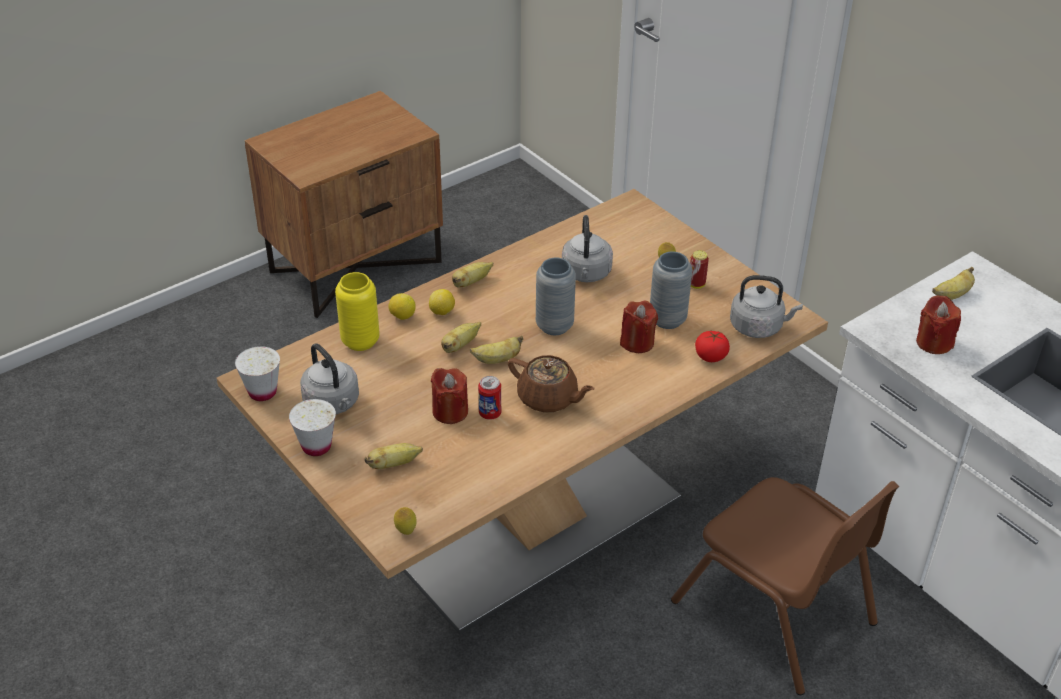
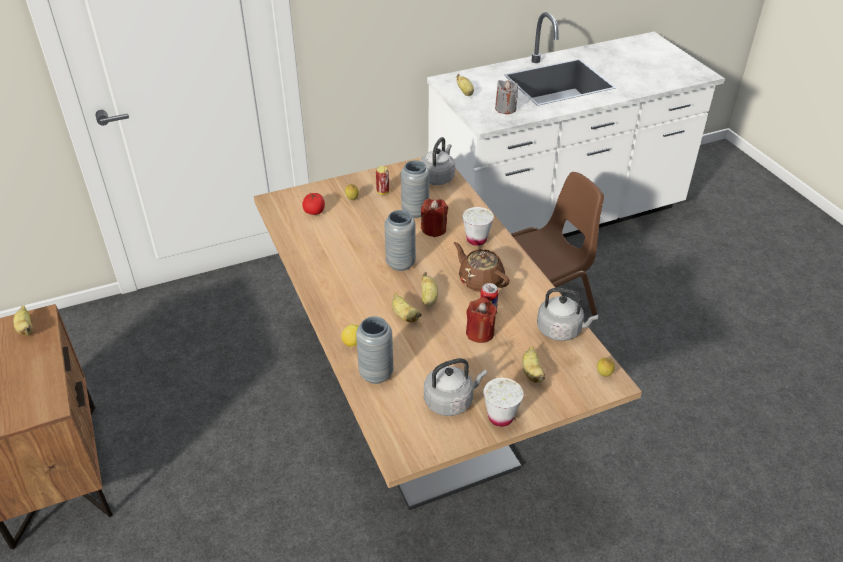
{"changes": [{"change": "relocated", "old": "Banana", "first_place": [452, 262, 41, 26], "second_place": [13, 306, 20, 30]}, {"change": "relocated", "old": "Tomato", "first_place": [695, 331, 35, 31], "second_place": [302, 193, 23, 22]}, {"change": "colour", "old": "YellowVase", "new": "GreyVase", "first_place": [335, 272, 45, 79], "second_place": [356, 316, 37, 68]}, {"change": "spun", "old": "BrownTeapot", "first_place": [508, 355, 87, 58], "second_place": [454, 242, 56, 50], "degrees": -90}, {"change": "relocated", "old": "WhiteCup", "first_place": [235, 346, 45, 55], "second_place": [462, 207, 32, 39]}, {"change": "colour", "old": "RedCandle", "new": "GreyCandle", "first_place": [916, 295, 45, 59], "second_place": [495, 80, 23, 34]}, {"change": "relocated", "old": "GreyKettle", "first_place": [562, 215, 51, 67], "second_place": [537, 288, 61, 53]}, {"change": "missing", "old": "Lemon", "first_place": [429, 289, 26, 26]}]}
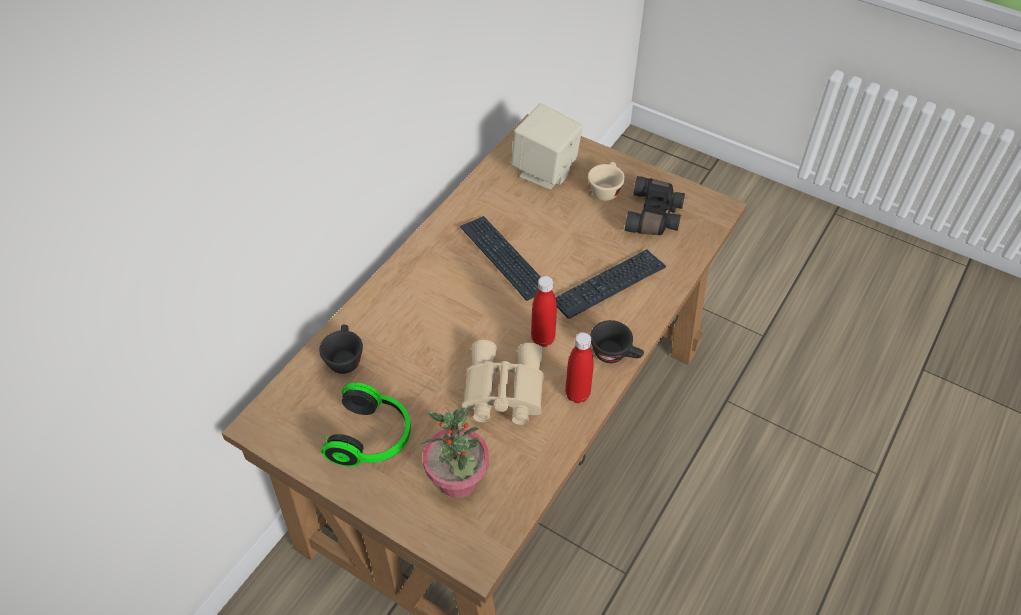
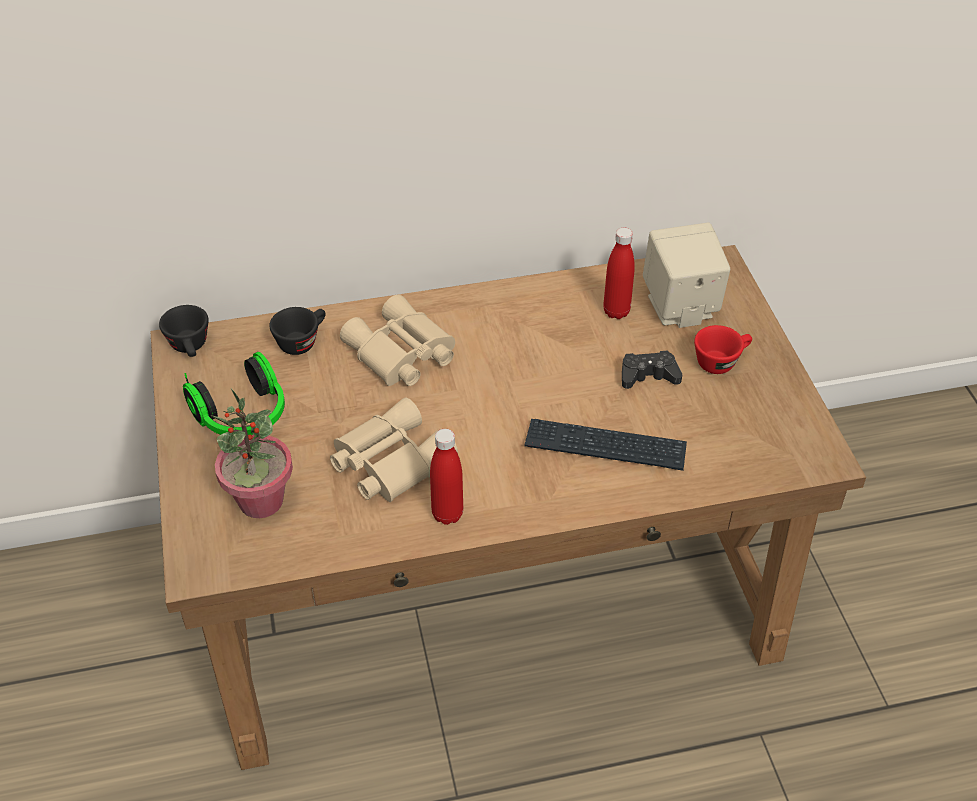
{"changes": [{"change": "relocated", "old": "BlackCup", "first_place": [590, 320, 54, 43], "second_place": [159, 305, 50, 52]}, {"change": "appeared", "new": "BeigeBinoculars", "second_place": [340, 294, 115, 92]}, {"change": "relocated", "old": "RedBottle", "first_place": [531, 276, 26, 71], "second_place": [603, 228, 32, 91]}, {"change": "appeared", "new": "BlackGameController", "second_place": [622, 351, 60, 38]}, {"change": "colour", "old": "BeigeCup", "new": "RedCup", "first_place": [588, 162, 37, 39], "second_place": [694, 325, 58, 49]}, {"change": "missing", "old": "Keyboard", "first_place": [460, 216, 81, 85]}, {"change": "missing", "old": "BlackBinoculars", "first_place": [625, 176, 60, 59]}]}
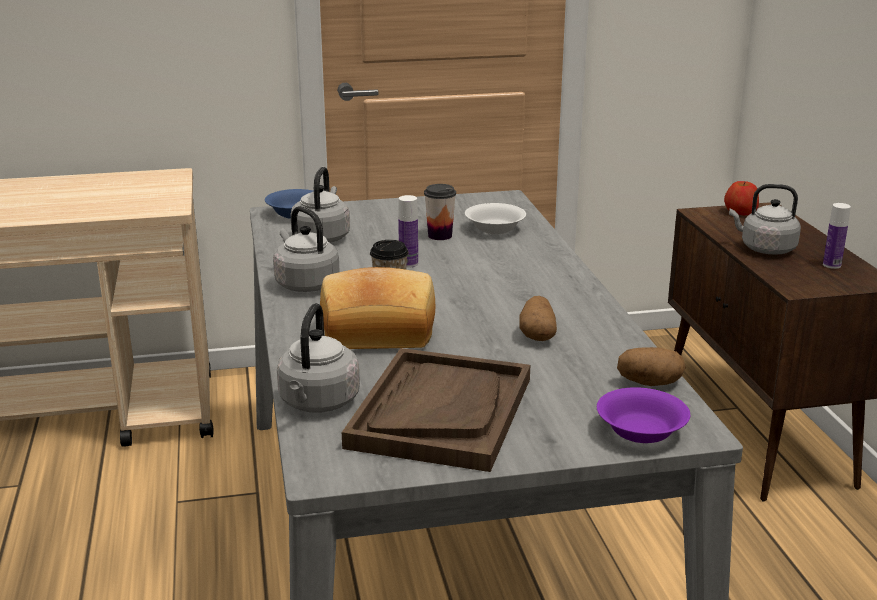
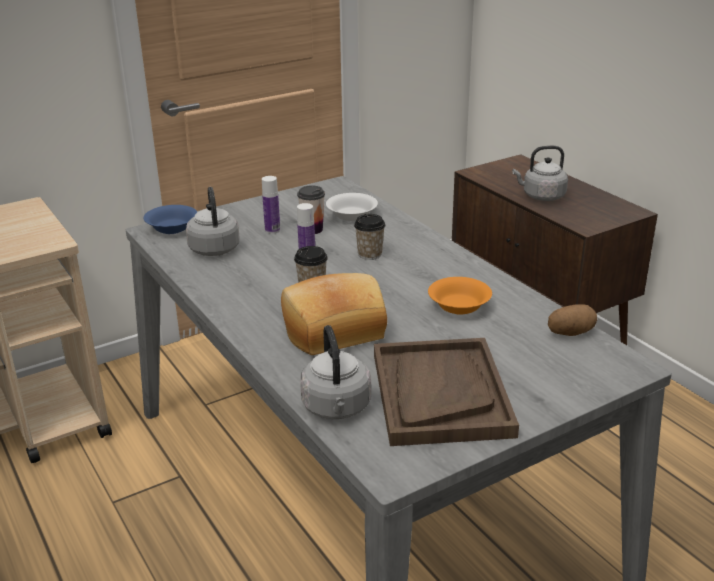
{"changes": [{"change": "relocated", "old": "Bottle", "first_place": [823, 203, 28, 66], "second_place": [262, 176, 18, 58]}, {"change": "appeared", "new": "Cup", "second_place": [354, 214, 31, 46]}, {"change": "exchanged", "old": "Potato", "new": "OrangeBowl", "first_place": [519, 296, 38, 45], "second_place": [428, 277, 64, 37]}, {"change": "missing", "old": "GreyKettle", "first_place": [273, 206, 67, 86]}, {"change": "missing", "old": "PurpleBowl", "first_place": [597, 387, 93, 56]}, {"change": "missing", "old": "Apple", "first_place": [724, 181, 35, 35]}]}
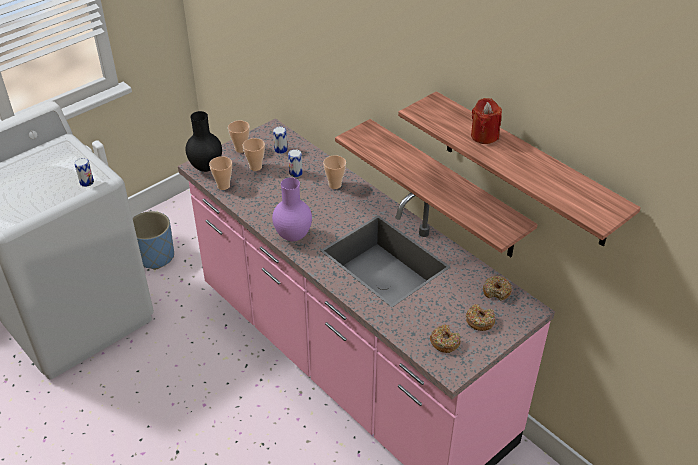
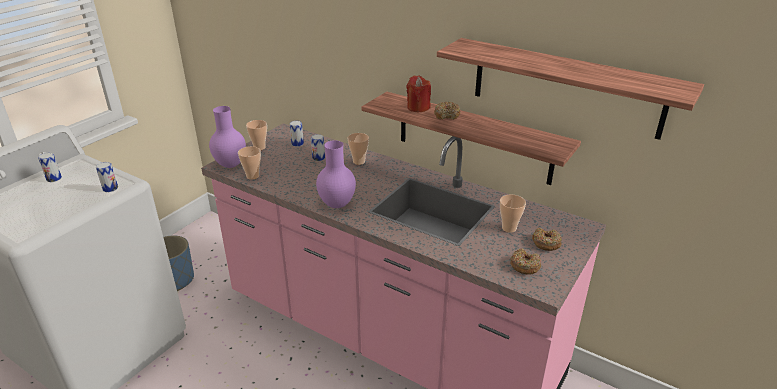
{"changes": [{"change": "appeared", "new": "Can", "second_place": [38, 153, 24, 29]}, {"change": "colour", "old": "BlackVase", "new": "PurpleVase", "first_place": [185, 111, 37, 61], "second_place": [209, 106, 37, 62]}, {"change": "relocated", "old": "RedCandle", "first_place": [471, 98, 31, 46], "second_place": [406, 76, 25, 36]}, {"change": "relocated", "old": "Donut", "first_place": [483, 276, 29, 25], "second_place": [434, 102, 26, 18]}, {"change": "relocated", "old": "Cup", "first_place": [243, 138, 22, 33], "second_place": [500, 194, 26, 39]}]}
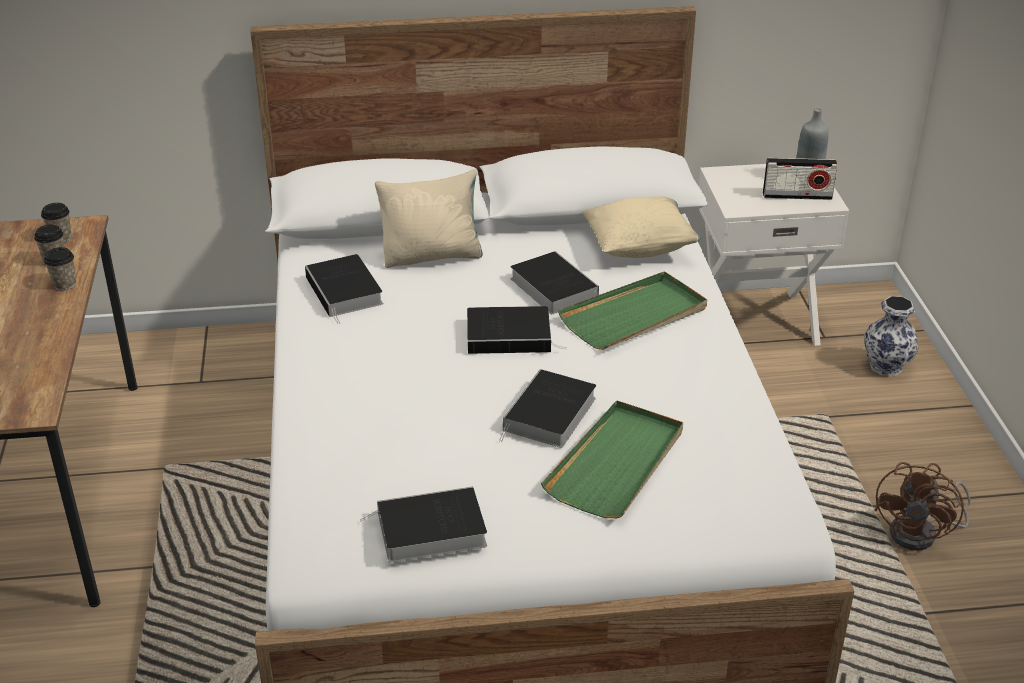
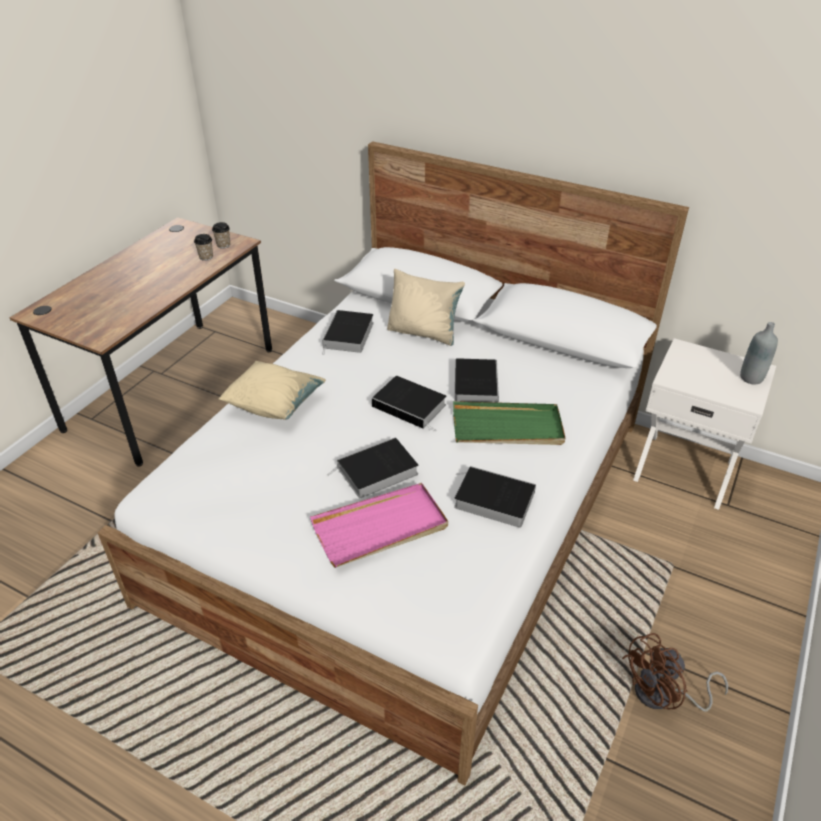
{"changes": [{"change": "relocated", "old": "BeigePillow", "first_place": [582, 196, 119, 62], "second_place": [218, 361, 108, 59]}, {"change": "colour", "old": "GreenTray", "new": "PinkTray", "first_place": [541, 401, 142, 117], "second_place": [310, 483, 138, 85]}, {"change": "relocated", "old": "Book", "first_place": [360, 486, 127, 77], "second_place": [454, 466, 82, 62]}, {"change": "missing", "old": "Cup", "first_place": [44, 247, 32, 43]}, {"change": "missing", "old": "Radio", "first_place": [763, 158, 75, 42]}, {"change": "missing", "old": "Vase", "first_place": [864, 296, 54, 80]}]}
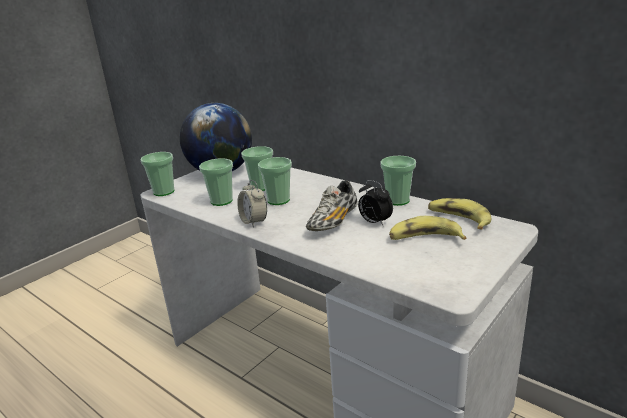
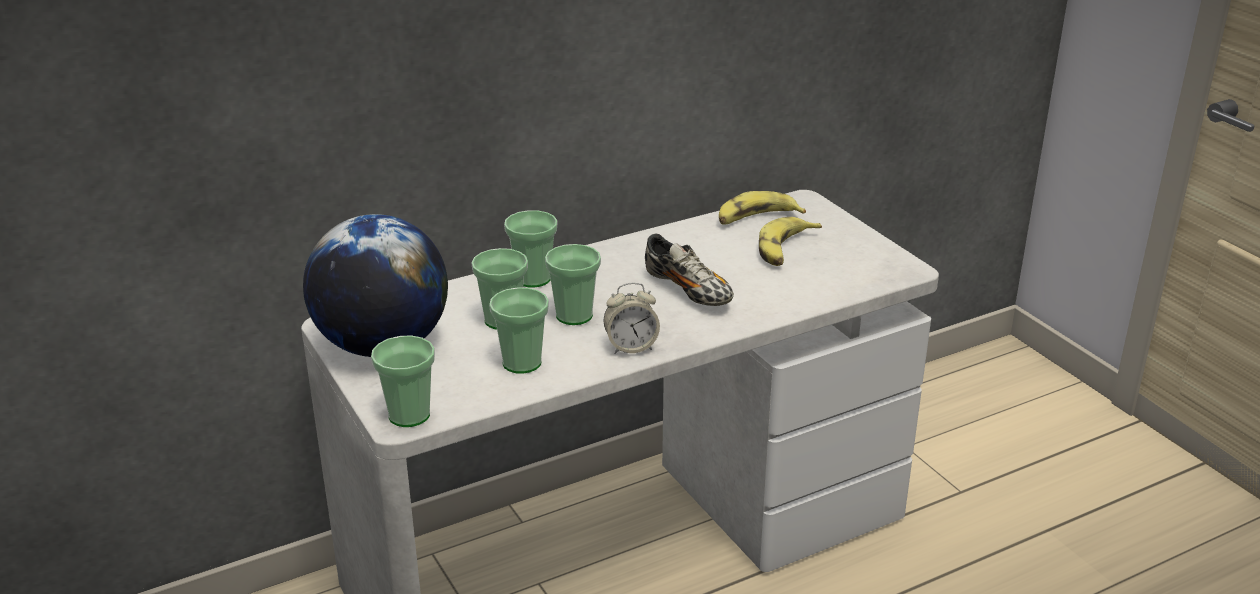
{"changes": [{"change": "relocated", "old": "Cup", "first_place": [380, 156, 36, 50], "second_place": [504, 210, 53, 78]}, {"change": "missing", "old": "AlarmClock", "first_place": [358, 180, 35, 47]}]}
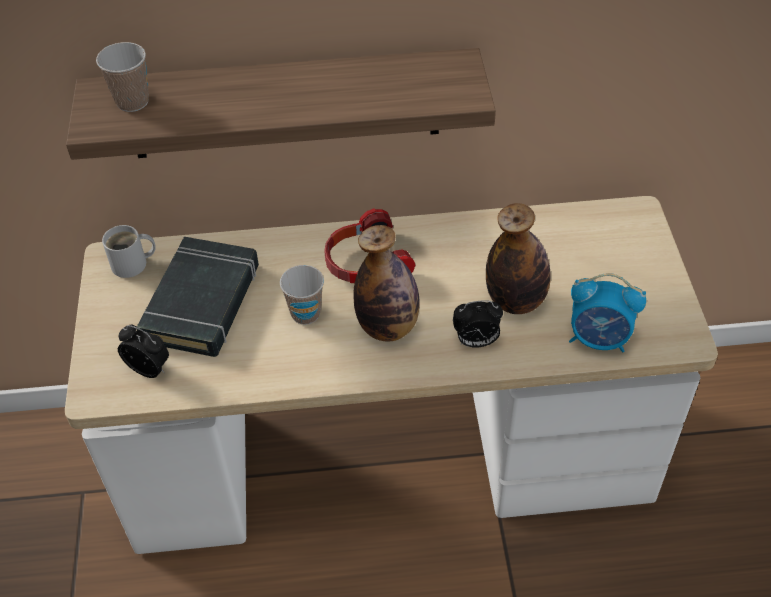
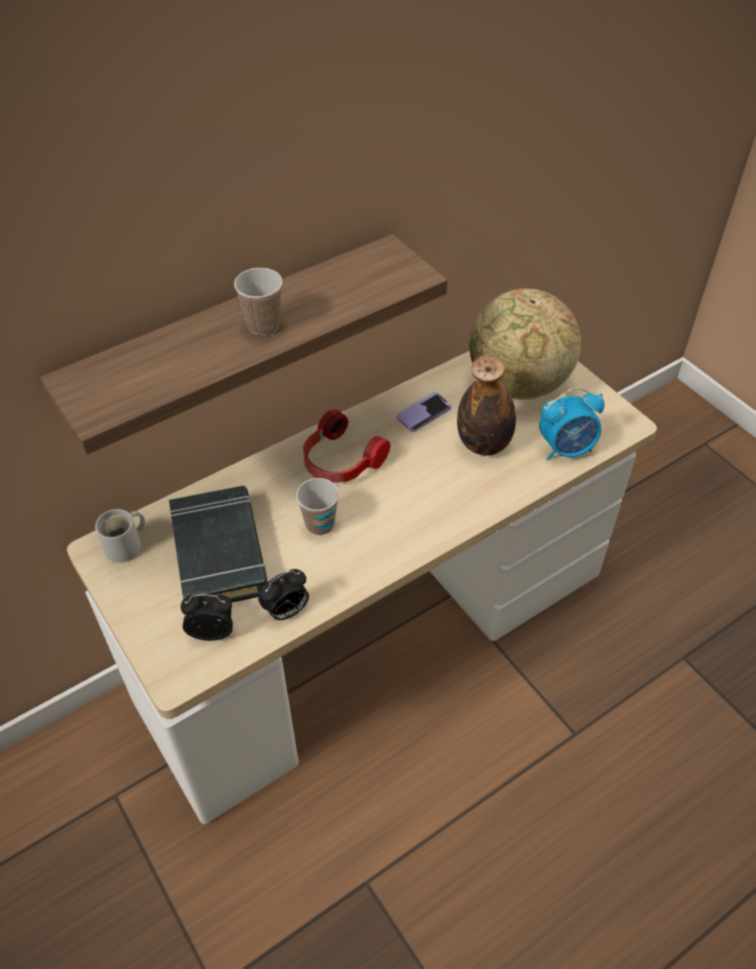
{"changes": [{"change": "relocated", "old": "Cup", "first_place": [96, 42, 53, 70], "second_place": [234, 268, 49, 68]}, {"change": "relocated", "old": "AlarmClock", "first_place": [453, 300, 50, 48], "second_place": [258, 569, 51, 51]}, {"change": "appeared", "new": "Phone", "second_place": [397, 392, 54, 40]}, {"change": "appeared", "new": "Globe", "second_place": [469, 288, 112, 111]}, {"change": "missing", "old": "Bottle", "first_place": [354, 225, 66, 117]}]}
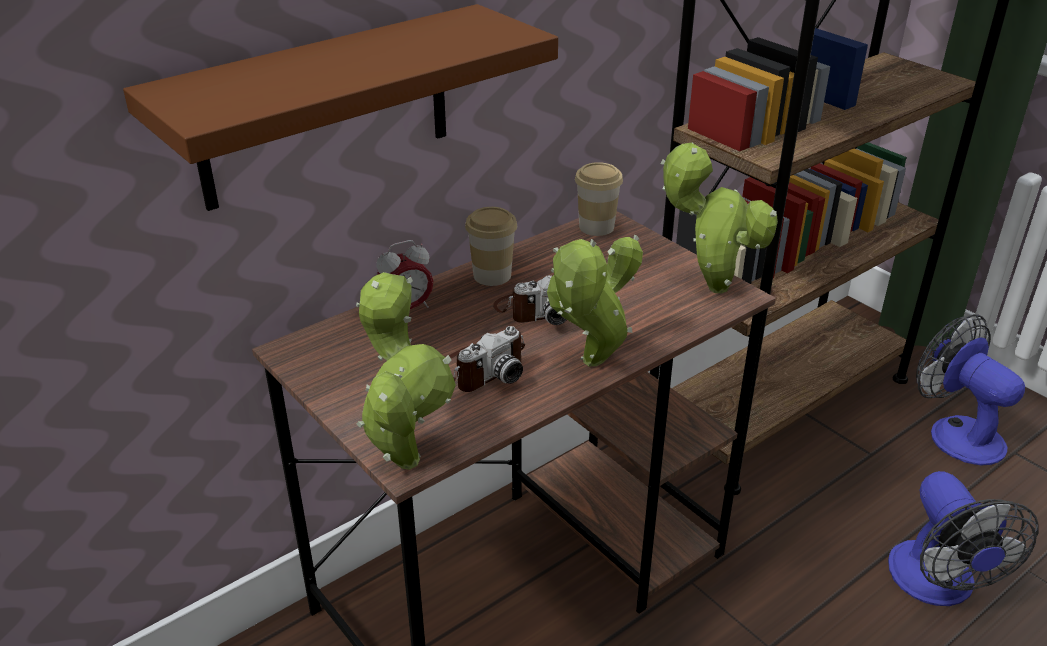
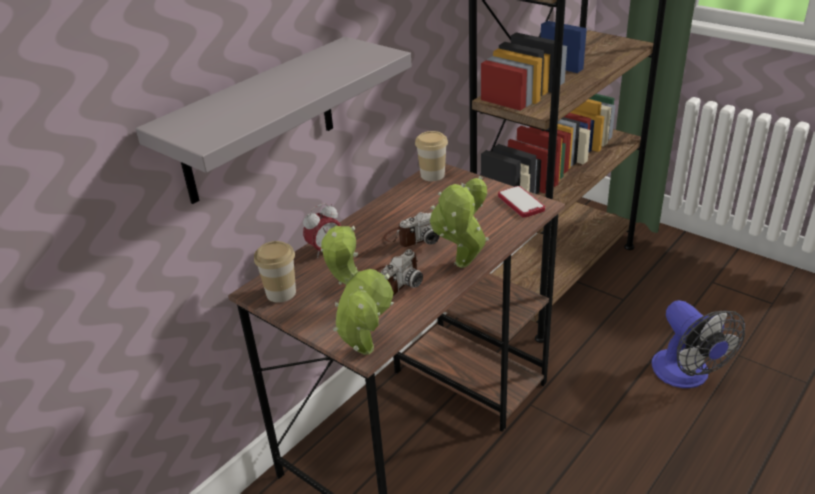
{"changes": [{"change": "colour", "old": "BrownShelf", "new": "GreyShelf", "first_place": [123, 4, 435, 207], "second_place": [136, 36, 276, 168]}, {"change": "relocated", "old": "Cup", "first_place": [465, 207, 52, 79], "second_place": [254, 241, 42, 62]}, {"change": "exchanged", "old": "PottedPlant", "new": "Phone", "first_place": [661, 142, 117, 151], "second_place": [498, 186, 47, 32]}, {"change": "missing", "old": "Fan", "first_place": [916, 314, 109, 151]}]}
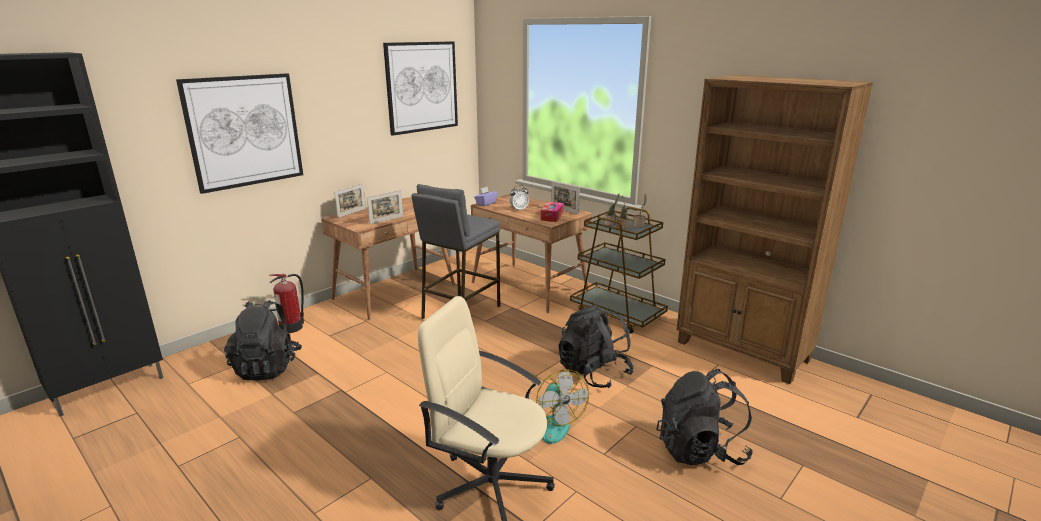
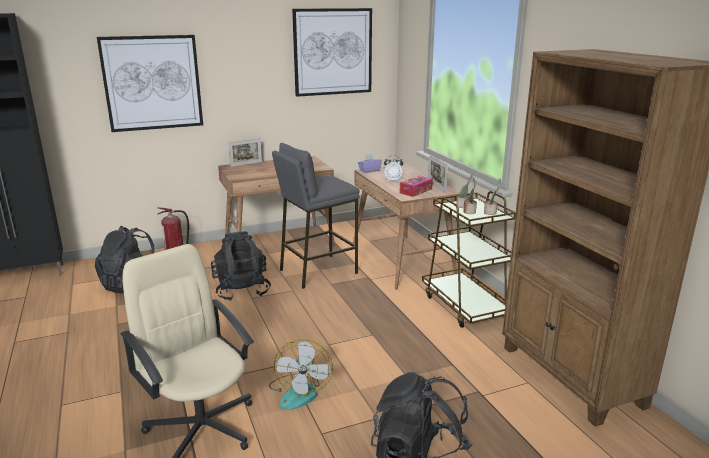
{"changes": [{"change": "relocated", "old": "BlackBackpack", "first_place": [559, 304, 75, 84], "second_place": [211, 231, 60, 70]}, {"change": "missing", "old": "PictureFrame", "first_place": [367, 190, 37, 34]}]}
